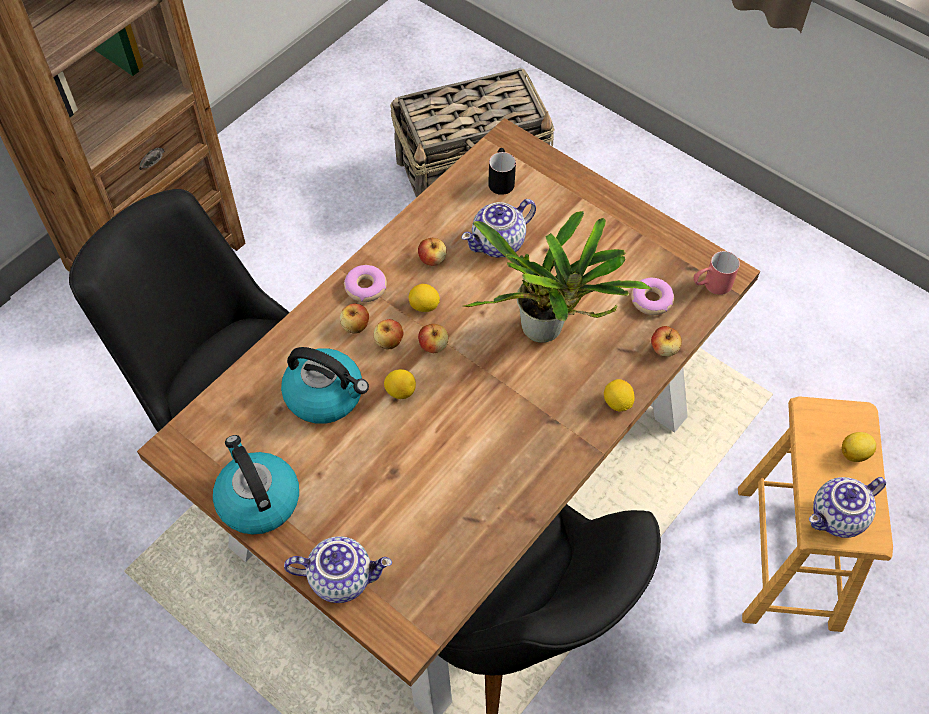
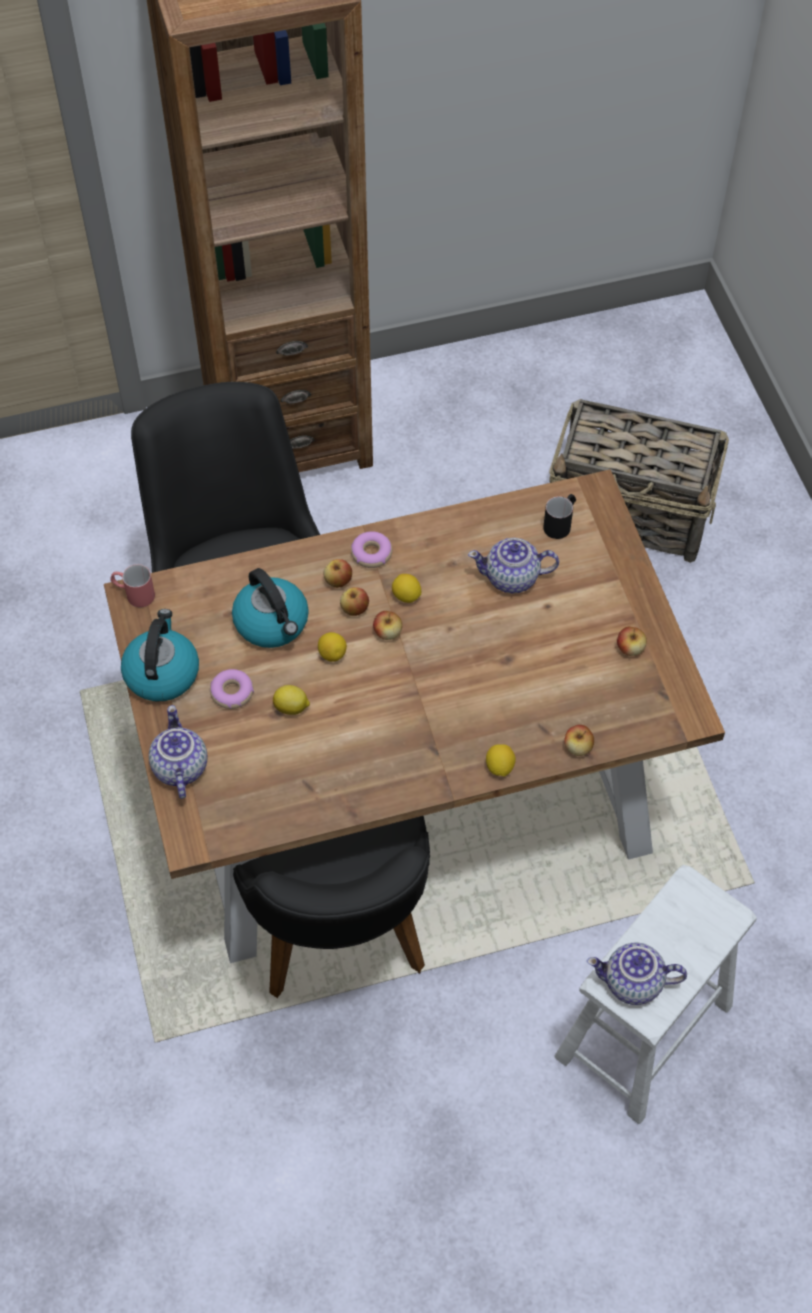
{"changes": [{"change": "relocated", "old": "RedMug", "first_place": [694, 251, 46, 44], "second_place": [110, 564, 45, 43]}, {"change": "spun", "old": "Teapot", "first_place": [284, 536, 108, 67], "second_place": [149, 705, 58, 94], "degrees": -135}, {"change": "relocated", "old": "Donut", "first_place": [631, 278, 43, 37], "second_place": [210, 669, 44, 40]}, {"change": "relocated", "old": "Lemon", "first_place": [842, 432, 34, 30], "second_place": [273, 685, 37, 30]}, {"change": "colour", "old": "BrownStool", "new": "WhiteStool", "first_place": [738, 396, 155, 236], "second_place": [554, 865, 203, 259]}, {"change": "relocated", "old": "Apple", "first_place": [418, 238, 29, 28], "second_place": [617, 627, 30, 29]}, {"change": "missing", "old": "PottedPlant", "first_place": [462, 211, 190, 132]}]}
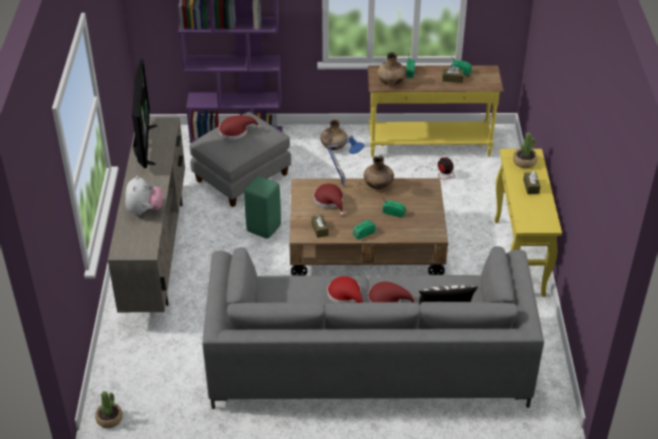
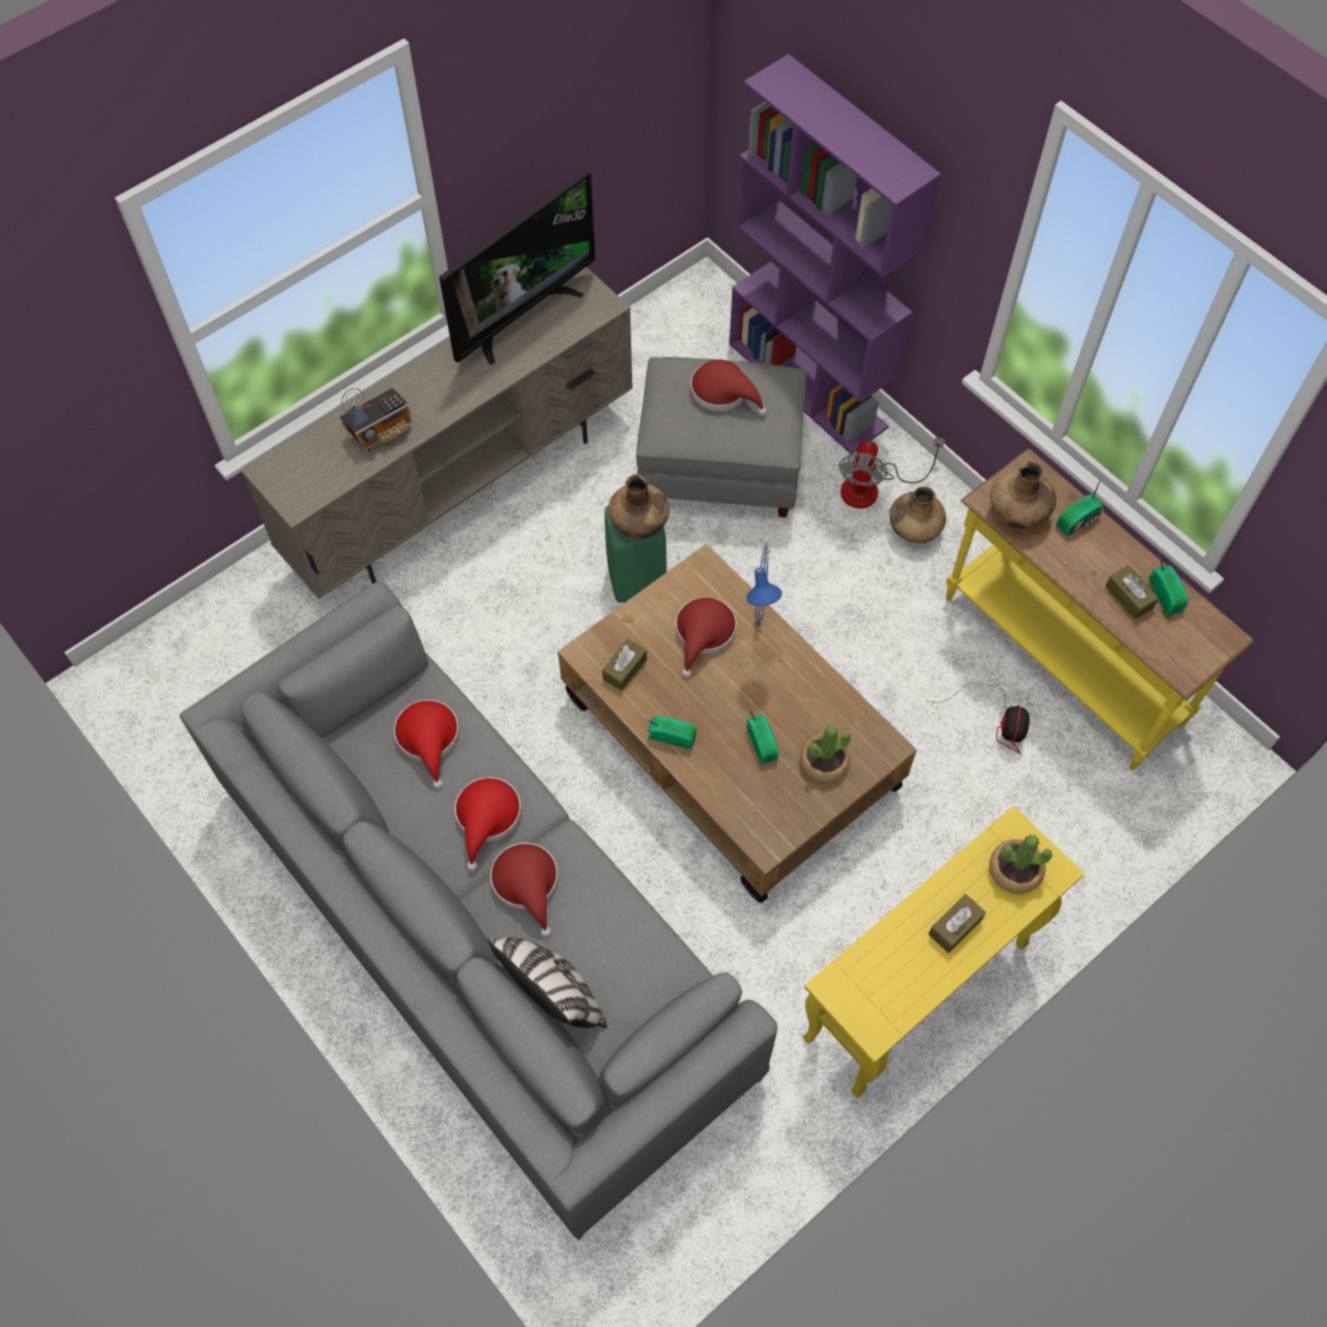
{"changes": [{"change": "exchanged", "old": "PlushToy", "new": "Radio", "first_place": [125, 176, 38, 39], "second_place": [340, 388, 72, 63]}, {"change": "appeared", "new": "RedHat", "second_place": [394, 700, 65, 89]}, {"change": "relocated", "old": "BrownVase", "first_place": [363, 155, 31, 34], "second_place": [608, 474, 61, 65]}, {"change": "relocated", "old": "PottedPlant", "first_place": [95, 391, 28, 37], "second_place": [800, 725, 51, 58]}, {"change": "appeared", "new": "Fan", "second_place": [839, 437, 106, 71]}]}
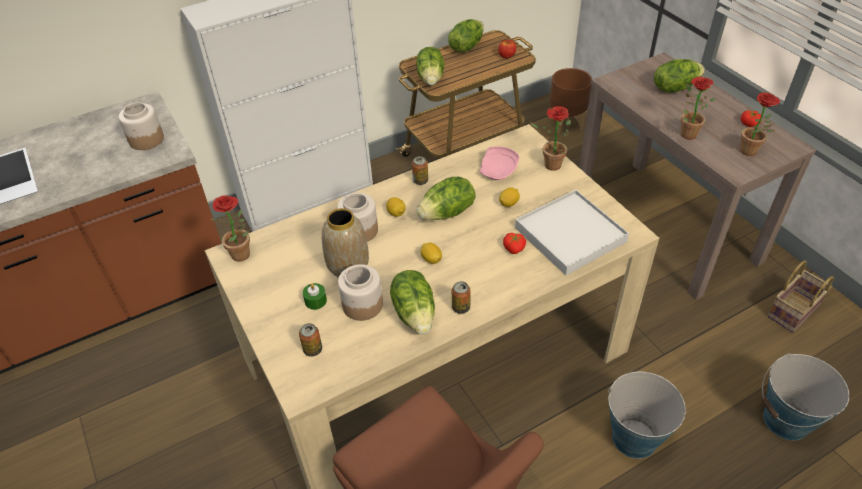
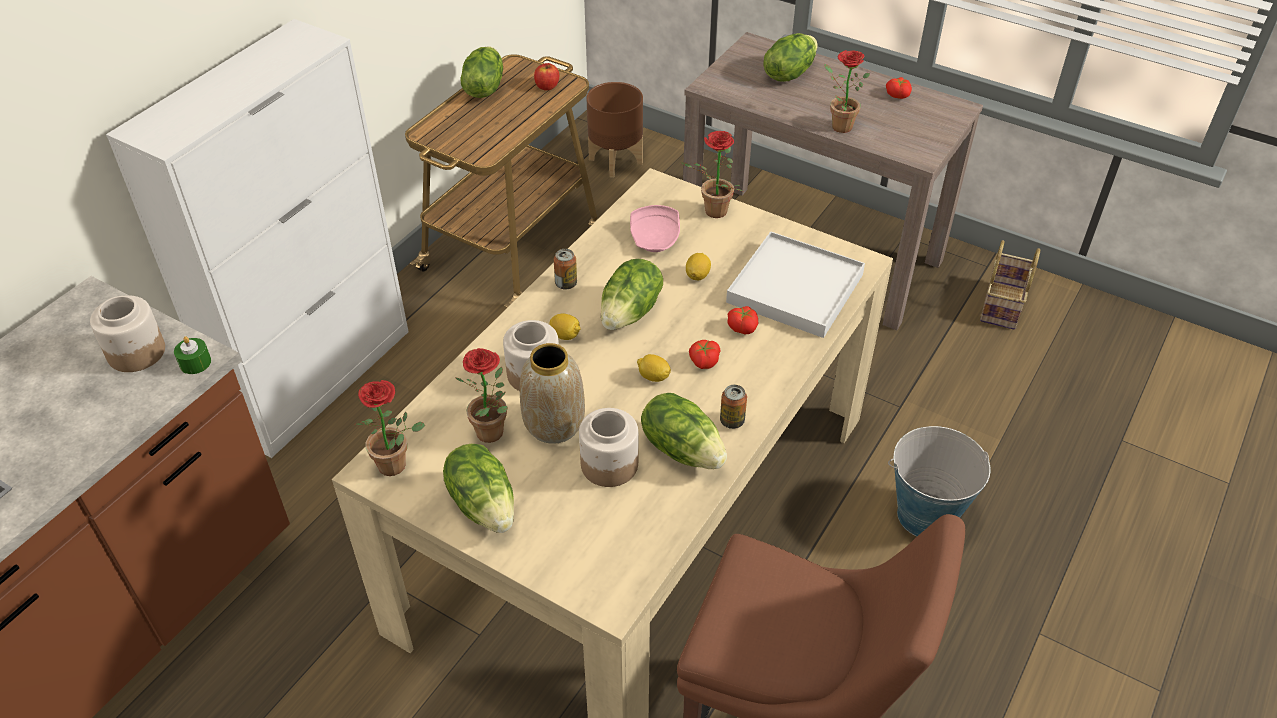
{"changes": [{"change": "relocated", "old": "GreenCandle", "first_place": [303, 283, 24, 27], "second_place": [174, 336, 37, 38]}, {"change": "relocated", "old": "Lettuce", "first_place": [416, 47, 28, 38], "second_place": [443, 444, 71, 89]}, {"change": "relocated", "old": "PottedPlant", "first_place": [740, 92, 40, 64], "second_place": [456, 348, 52, 95]}, {"change": "appeared", "new": "Tomato", "second_place": [689, 340, 32, 29]}, {"change": "missing", "old": "Can", "first_place": [299, 323, 23, 34]}, {"change": "missing", "old": "Bucket", "first_place": [762, 353, 87, 87]}]}
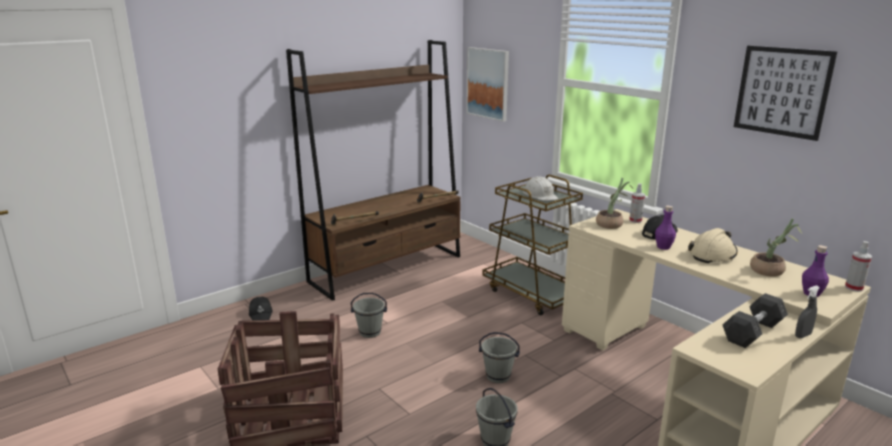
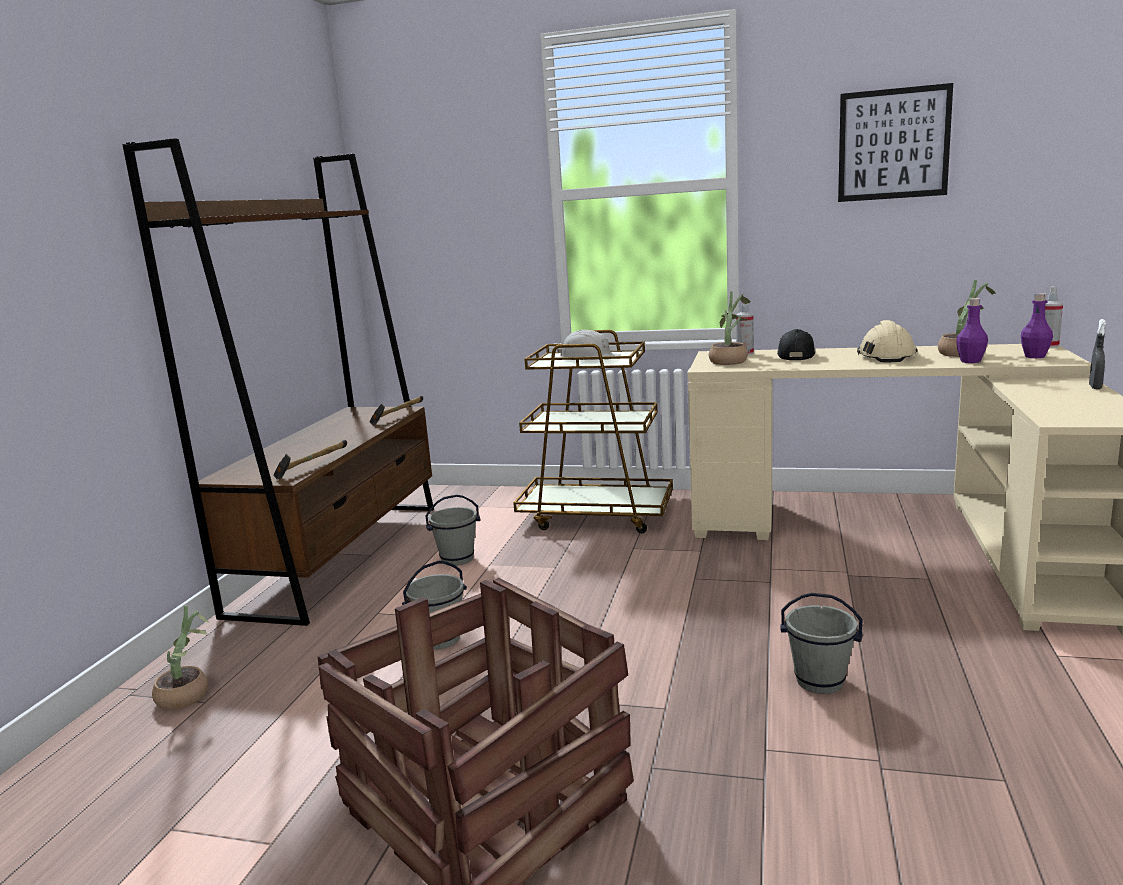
{"changes": [{"change": "exchanged", "old": "BlackCap", "new": "PottedPlant", "first_place": [249, 297, 24, 23], "second_place": [152, 606, 58, 104]}, {"change": "relocated", "old": "GreyBucket", "first_place": [479, 332, 41, 51], "second_place": [425, 495, 56, 71]}, {"change": "relocated", "old": "PurpleBottle", "first_place": [655, 205, 21, 45], "second_place": [956, 298, 32, 65]}, {"change": "missing", "old": "Picture", "first_place": [466, 47, 43, 75]}, {"change": "missing", "old": "GreyDumbbell", "first_place": [723, 293, 65, 55]}]}
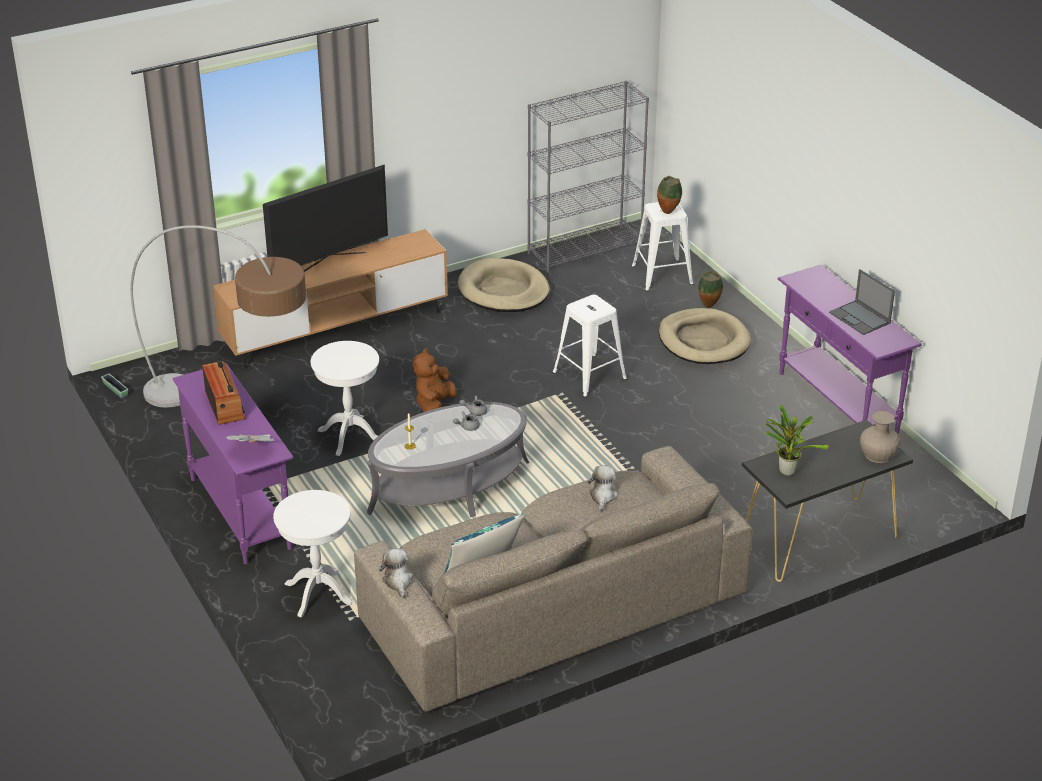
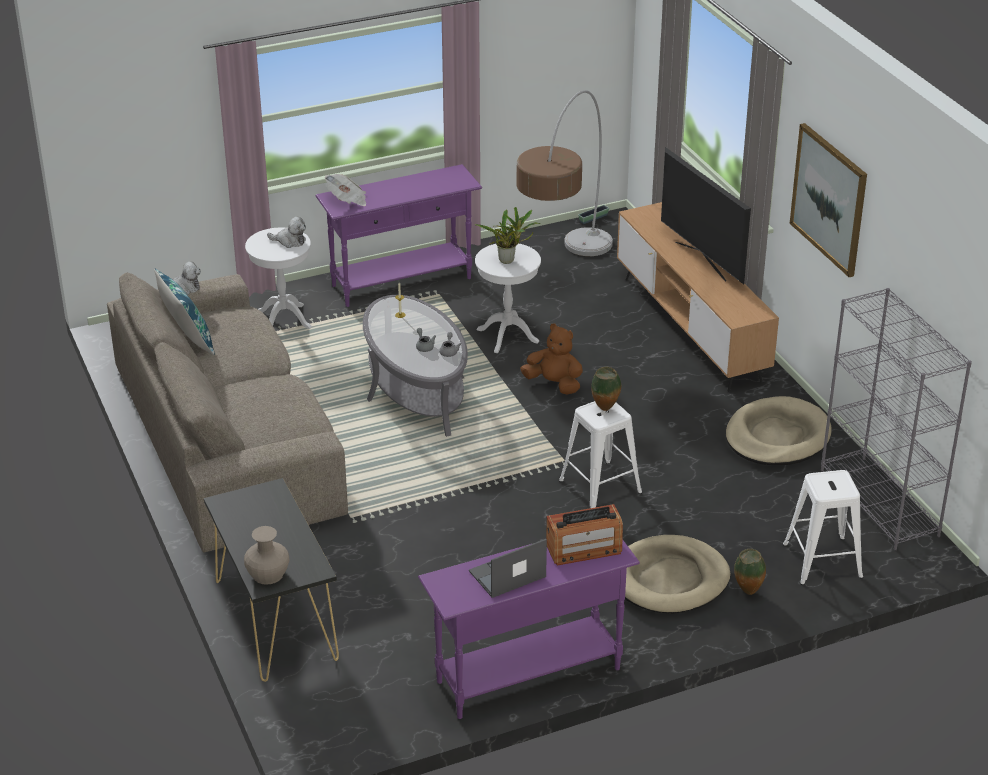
{"changes": [{"change": "relocated", "old": "PlushToy", "first_place": [588, 465, 30, 47], "second_place": [267, 217, 39, 31]}, {"change": "relocated", "old": "PottedPlant", "first_place": [765, 405, 64, 71], "second_place": [475, 207, 65, 57]}, {"change": "relocated", "old": "Radio", "first_place": [202, 358, 44, 67], "second_place": [546, 504, 77, 62]}, {"change": "relocated", "old": "Vase", "first_place": [657, 176, 25, 38], "second_place": [591, 367, 30, 44]}, {"change": "appeared", "new": "Picture", "second_place": [790, 123, 77, 154]}]}
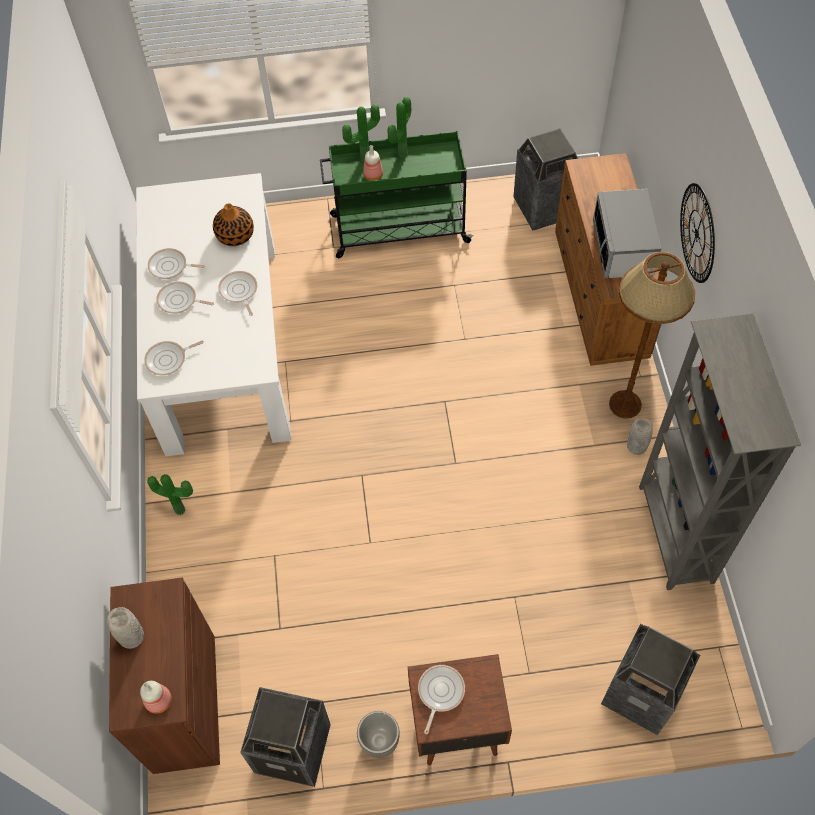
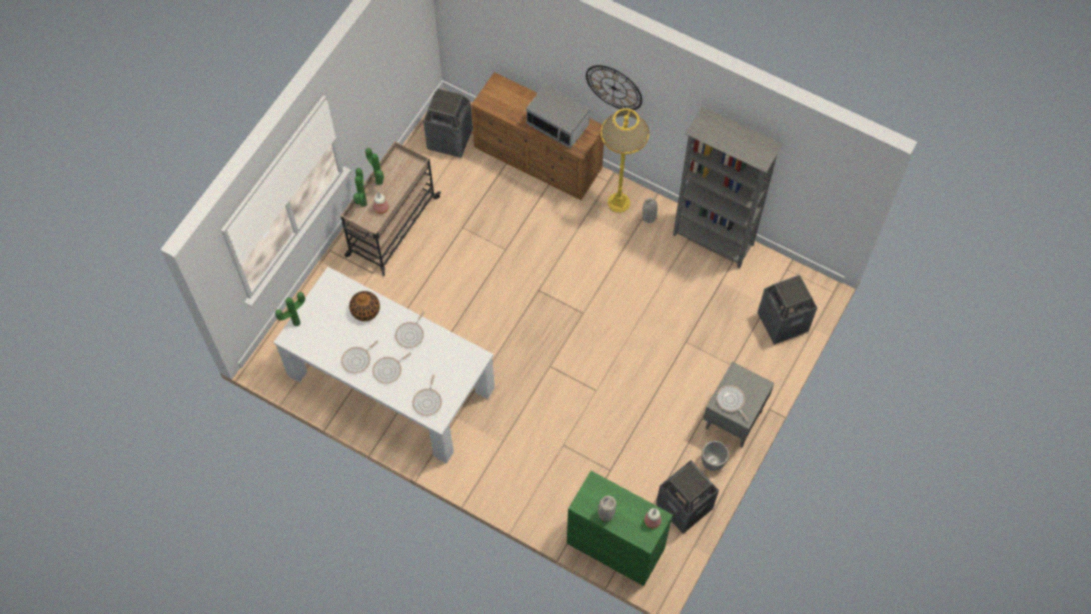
{"changes": [{"change": "relocated", "old": "PottedPlant", "first_place": [147, 474, 46, 41], "second_place": [275, 292, 30, 35]}, {"change": "colour", "old": "GreenCart", "new": "BeigeCart", "first_place": [320, 131, 153, 128], "second_place": [341, 141, 100, 135]}, {"change": "spun", "old": "FryingPan", "first_place": [218, 271, 39, 45], "second_place": [395, 311, 30, 37], "degrees": -75}, {"change": "colour", "old": "BrownCabinet", "new": "GreenCabinet", "first_place": [109, 578, 111, 196], "second_place": [567, 471, 106, 115]}, {"change": "colour", "old": "BrownFloorLamp", "new": "YellowFloorLamp", "first_place": [609, 252, 86, 167], "second_place": [601, 108, 48, 105]}, {"change": "colour", "old": "BrownNightstand", "new": "GreyNightstand", "first_place": [408, 654, 104, 111], "second_place": [703, 362, 71, 86]}]}
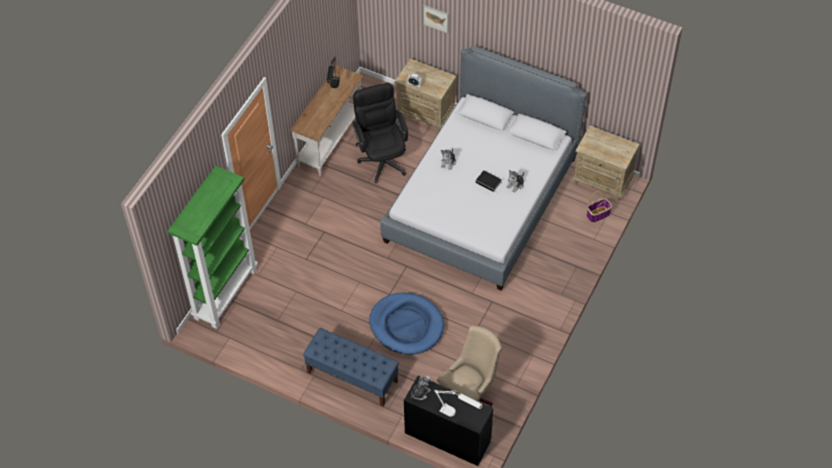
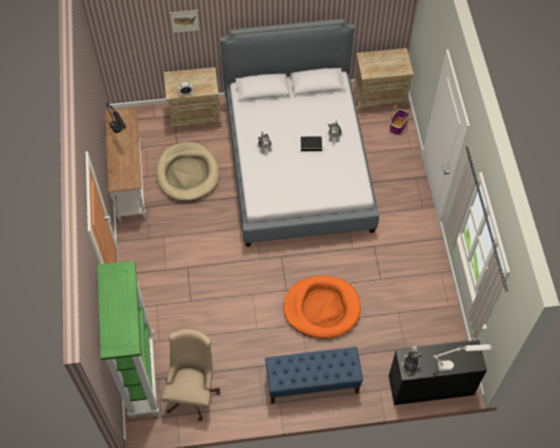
{"changes": [{"change": "exchanged", "old": "BlackOfficeChair", "new": "BeigeDogBed", "first_place": [352, 83, 56, 100], "second_place": [156, 142, 63, 59]}, {"change": "relocated", "old": "BeigeOfficeChair", "first_place": [437, 325, 65, 82], "second_place": [162, 329, 58, 92]}, {"change": "colour", "old": "BlueDogBed", "new": "OrangeDogBed", "first_place": [369, 293, 75, 62], "second_place": [283, 276, 78, 63]}]}
